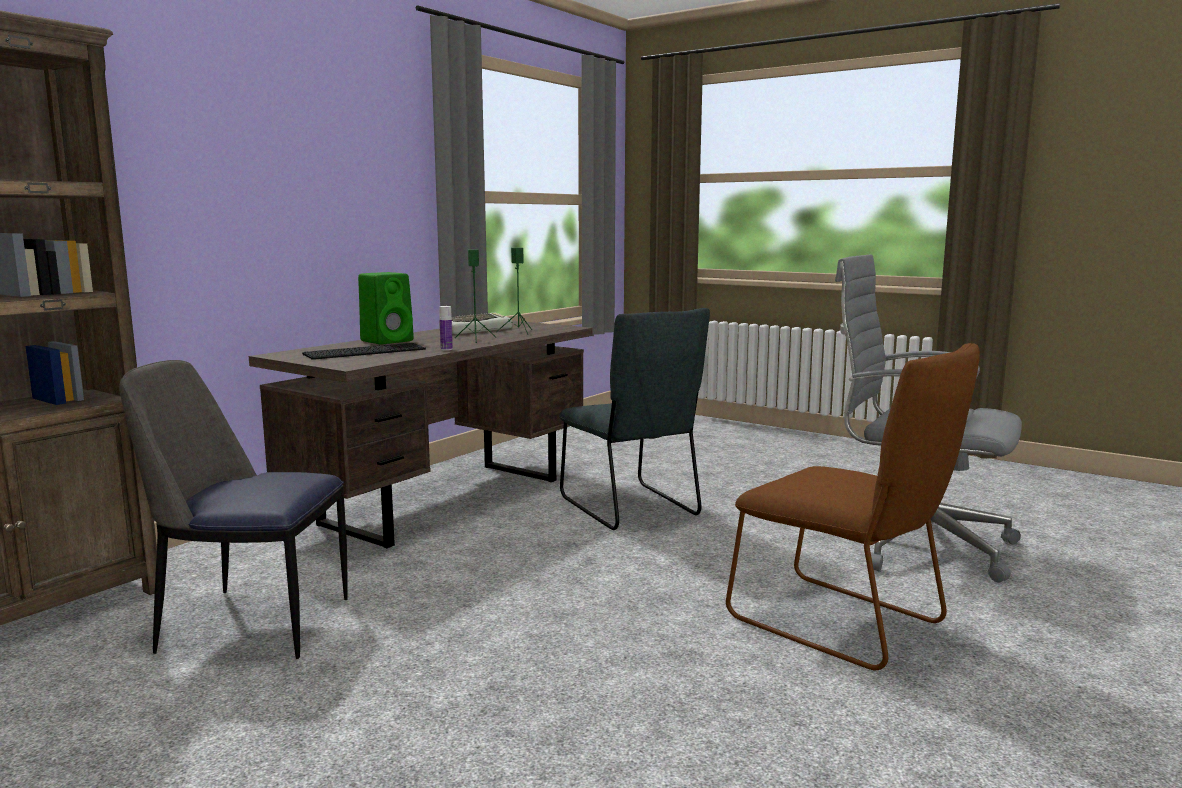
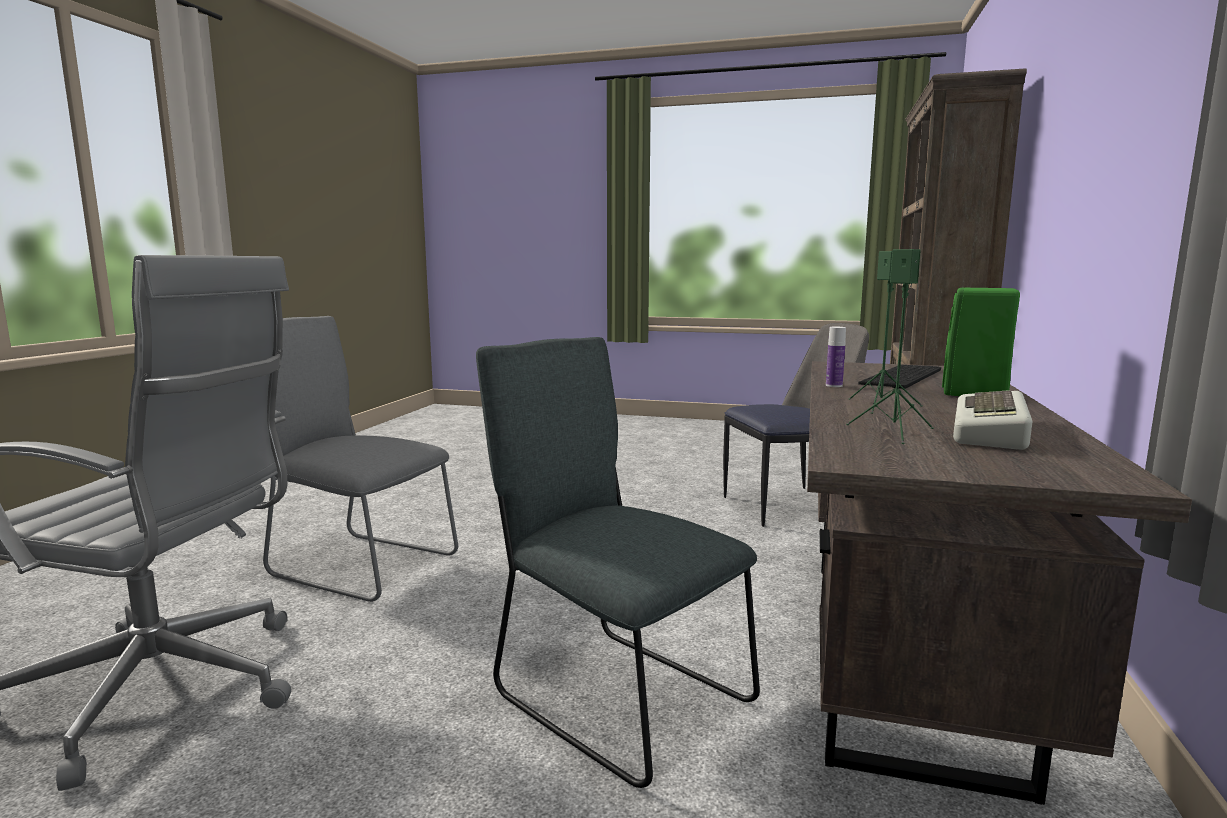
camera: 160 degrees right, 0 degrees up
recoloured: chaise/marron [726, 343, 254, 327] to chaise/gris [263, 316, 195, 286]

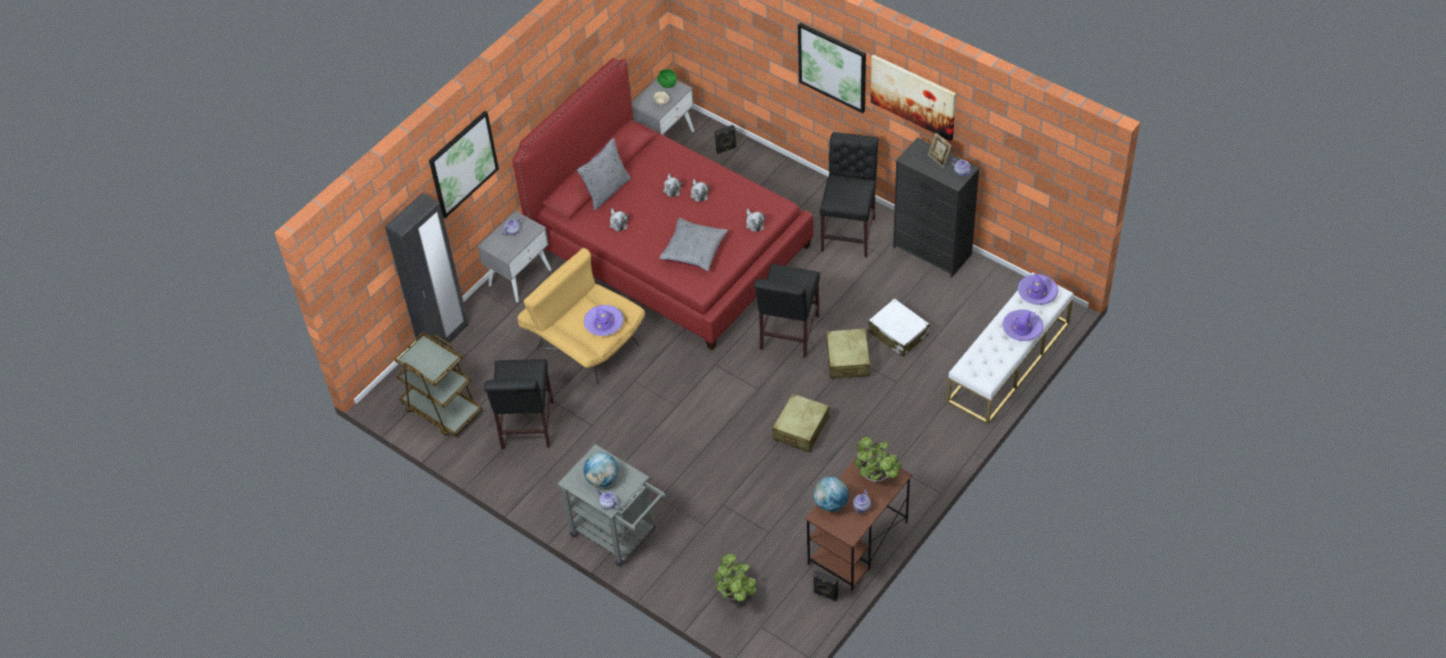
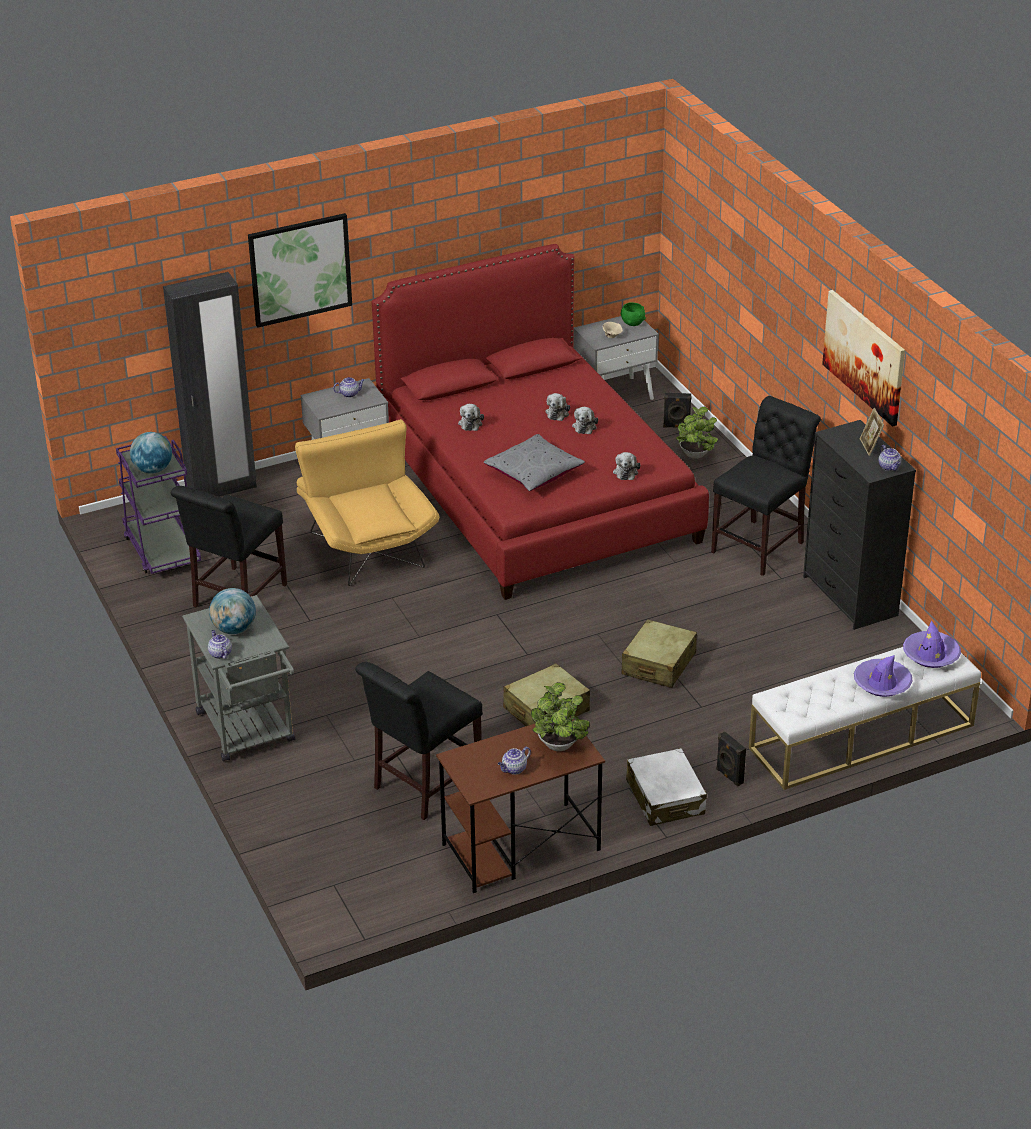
camera: 25 degrees right, 15 degrees down
removed: coussin/gris [577, 138, 54, 73]; chapeau/violet [584, 305, 40, 31]; tableau [798, 23, 68, 90]
moved: plante en pot [714, 553, 42, 49] to [676, 407, 42, 52]; chaise/noir [754, 264, 66, 94] to [355, 662, 128, 158]; enceinte/noir [813, 570, 25, 31] to [716, 731, 30, 55]; globe [814, 476, 35, 36] to [130, 432, 42, 42]; valise/blanc [868, 298, 62, 59] to [626, 748, 81, 78]
recoloured: chariot/marron [394, 332, 88, 104] to chariot/violet [116, 436, 85, 138]

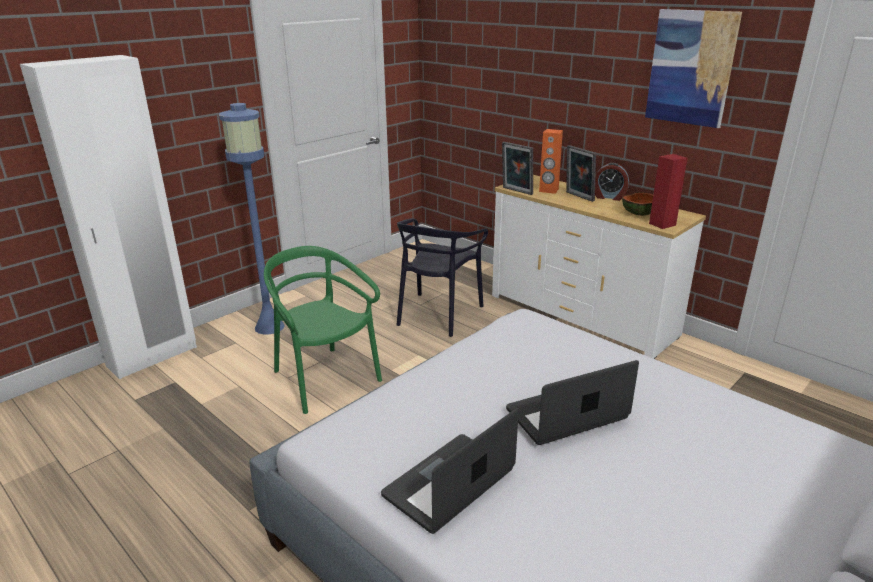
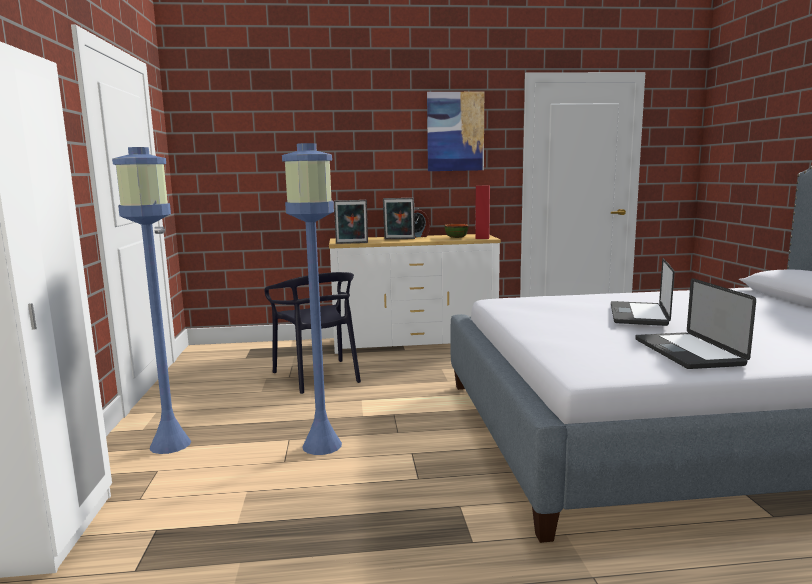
camera: 50 degrees left, 15 degrees down
removed: enceinte/orange [539, 129, 24, 65]
replaced: chaise/vert [264, 246, 118, 168] to lampadaire/bleu [282, 143, 60, 312]

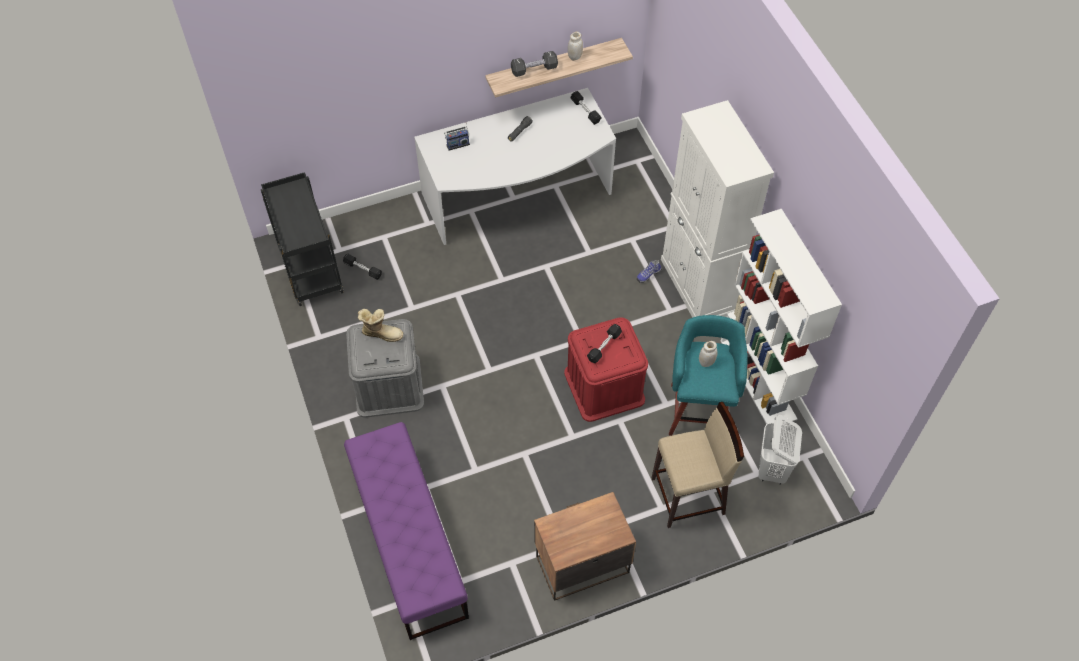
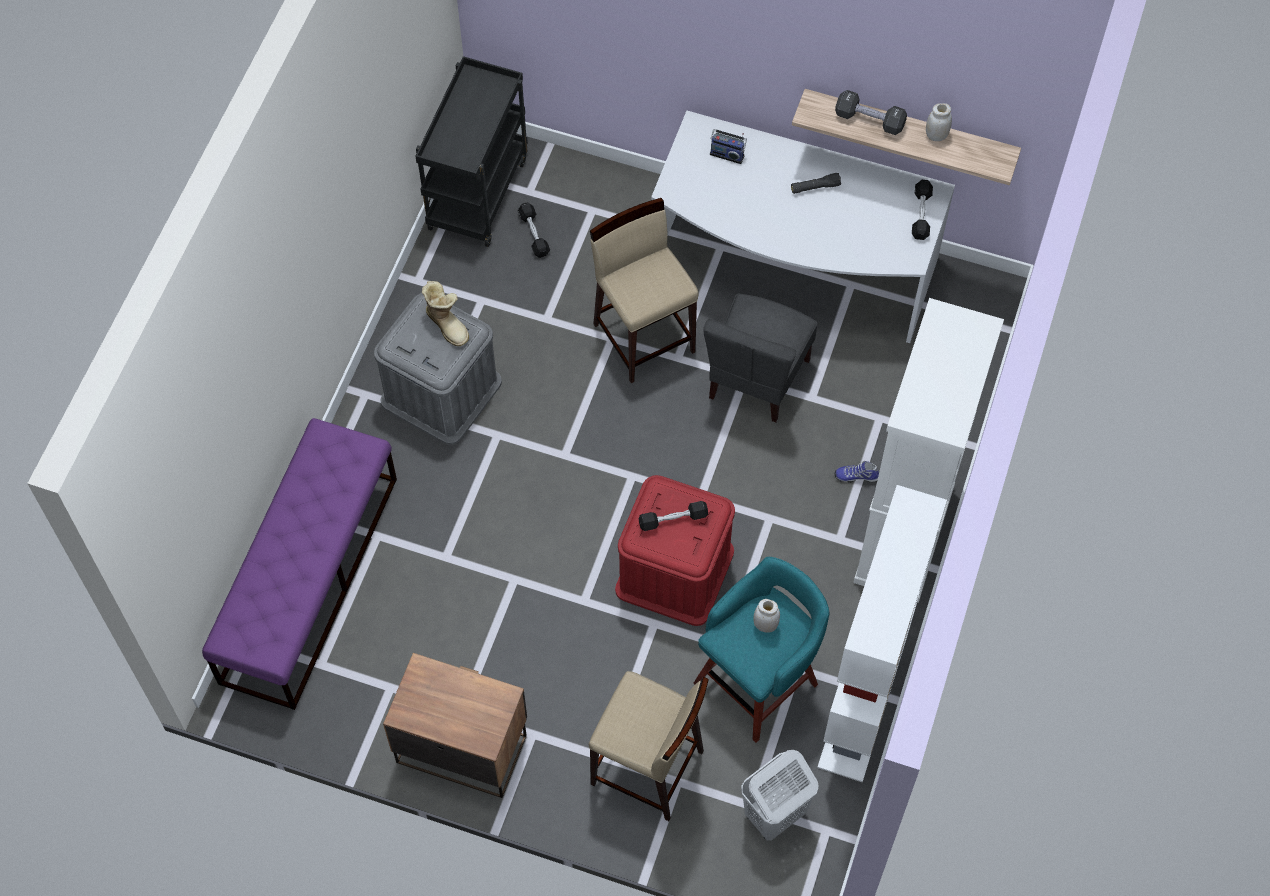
camera: 40 degrees right, 5 degrees up
added: tabouret/beige [590, 198, 108, 185]; chaise/gris [703, 294, 114, 128]

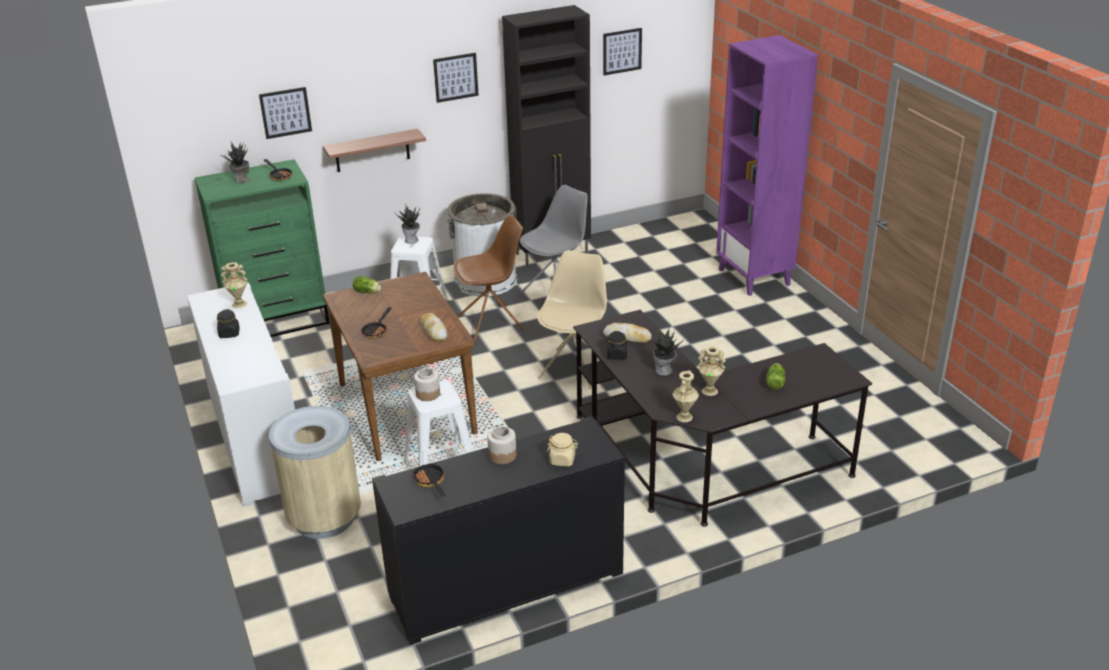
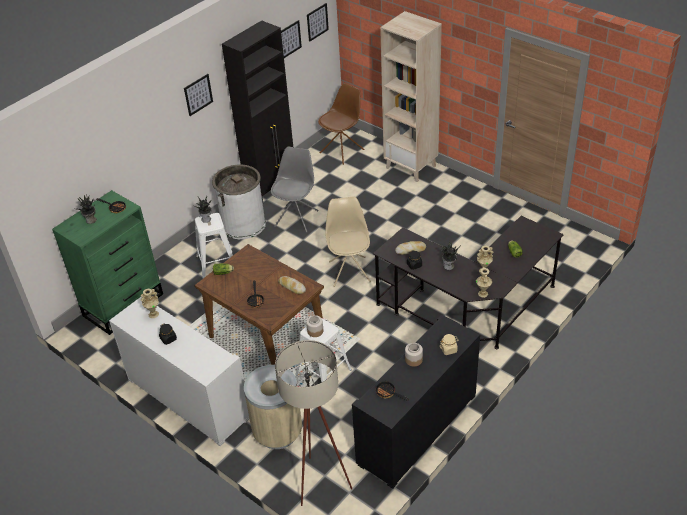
camera: 25 degrees left, 10 degrees up
removed: étagère [323, 129, 103, 43]
added: lampadaire/beige [275, 340, 78, 166]
moved: tableau [259, 87, 53, 52] to [307, 3, 22, 39]; chaise/marron [454, 215, 70, 126] to [318, 83, 47, 82]
recoloured: bibliothèque/violet [716, 35, 102, 261] to bibliothèque/beige [380, 11, 62, 171]

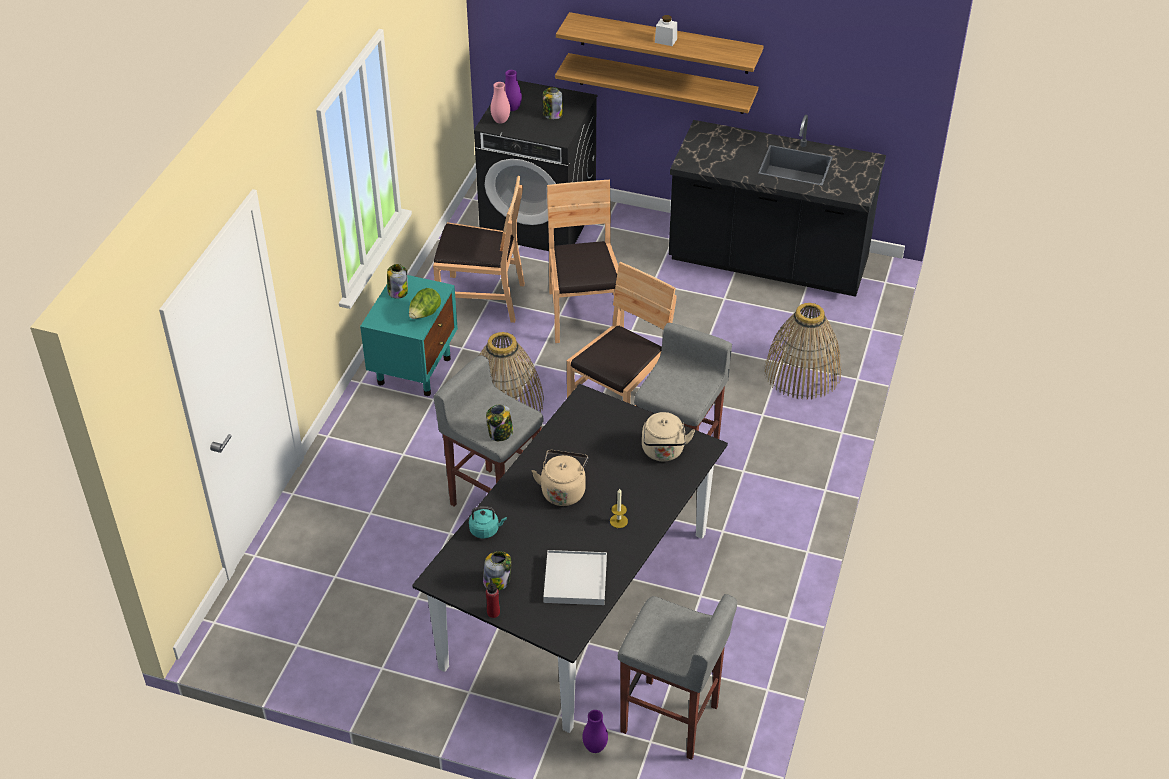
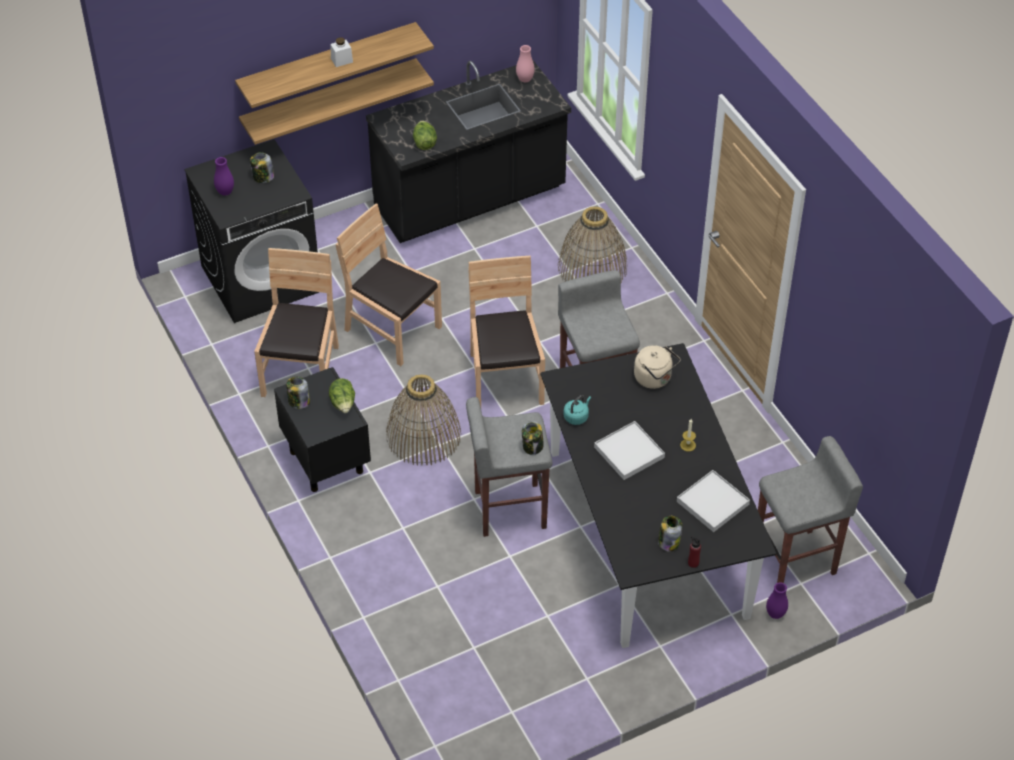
camera: 45 degrees left, 5 degrees up
added: laitue [413, 120, 24, 30]
moved: bouilloire/turquoise [469, 506, 38, 33] to [564, 395, 27, 30]; vase/rose [490, 82, 20, 41] to [516, 45, 19, 37]
replaced: bouilloire/beige [532, 450, 56, 56] to plateau/blanc [594, 421, 71, 59]
recoloured: table de chevet/turquoise [360, 275, 98, 121] to table de chevet/noir [274, 367, 97, 125]
turned: chaise/marron [433, 176, 92, 147] = [255, 248, 84, 149] 45 degrees counterclockwise

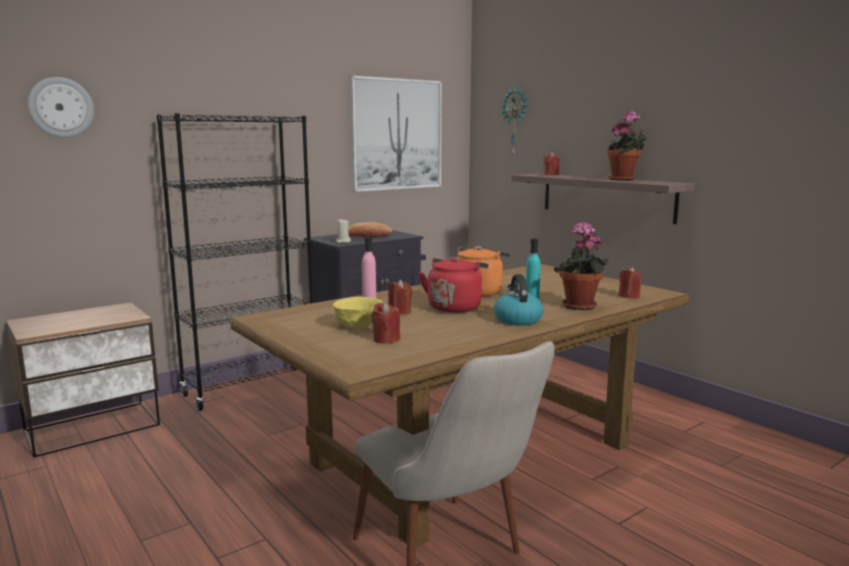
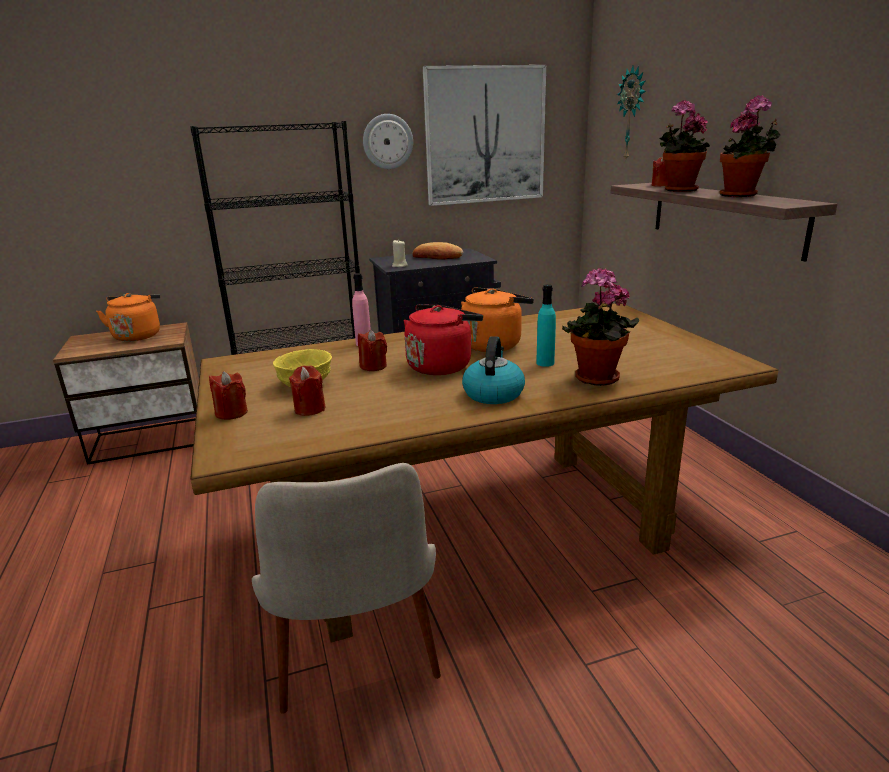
camera: 20 degrees right, 10 degrees up
added: bouilloire/orange [96, 293, 64, 49]; plante en pot [659, 100, 51, 92]
moved: horloge murale [28, 77, 66, 61] to [363, 114, 50, 55]; bougie/rouge [619, 267, 23, 32] to [209, 371, 39, 49]

